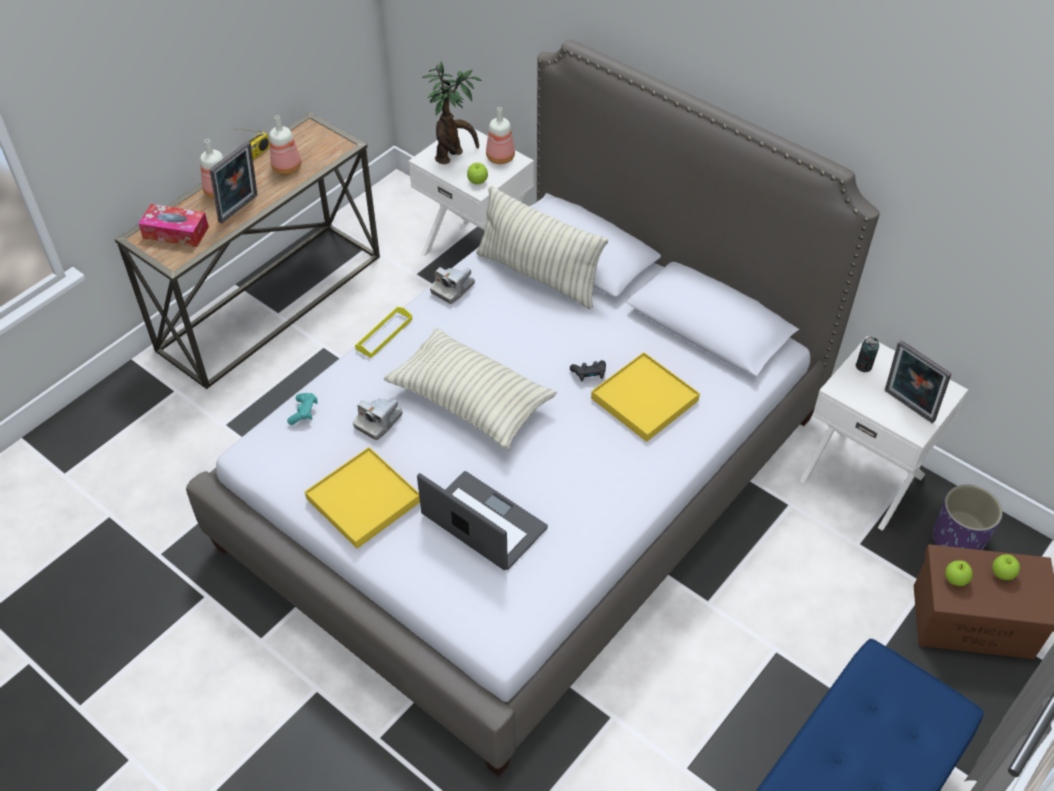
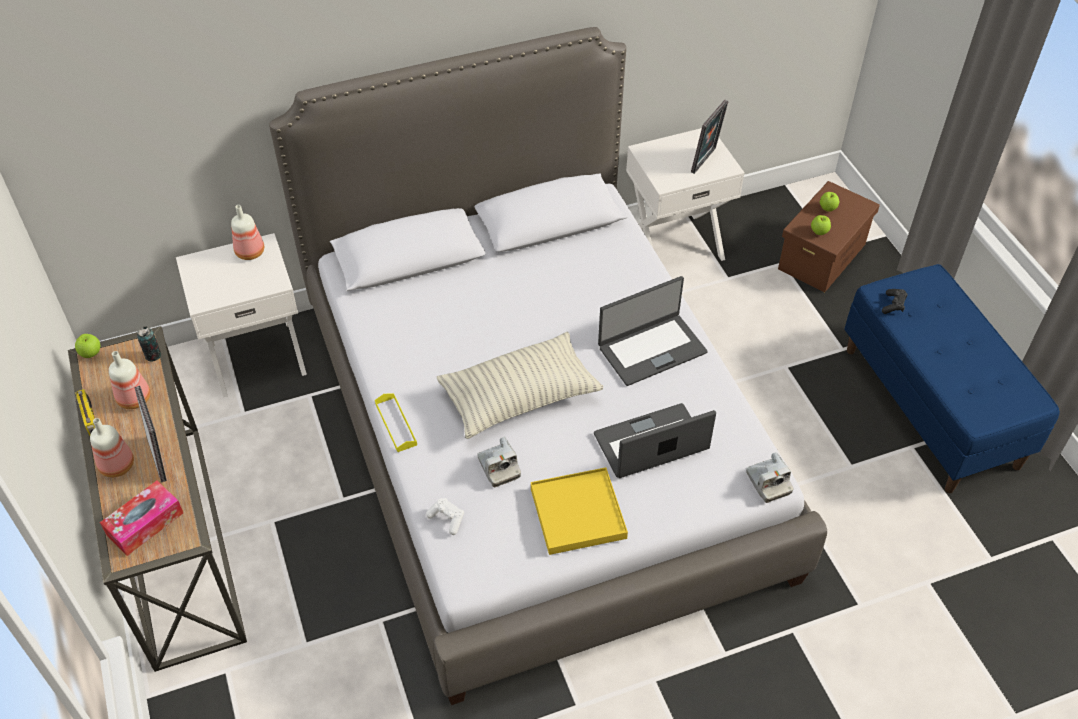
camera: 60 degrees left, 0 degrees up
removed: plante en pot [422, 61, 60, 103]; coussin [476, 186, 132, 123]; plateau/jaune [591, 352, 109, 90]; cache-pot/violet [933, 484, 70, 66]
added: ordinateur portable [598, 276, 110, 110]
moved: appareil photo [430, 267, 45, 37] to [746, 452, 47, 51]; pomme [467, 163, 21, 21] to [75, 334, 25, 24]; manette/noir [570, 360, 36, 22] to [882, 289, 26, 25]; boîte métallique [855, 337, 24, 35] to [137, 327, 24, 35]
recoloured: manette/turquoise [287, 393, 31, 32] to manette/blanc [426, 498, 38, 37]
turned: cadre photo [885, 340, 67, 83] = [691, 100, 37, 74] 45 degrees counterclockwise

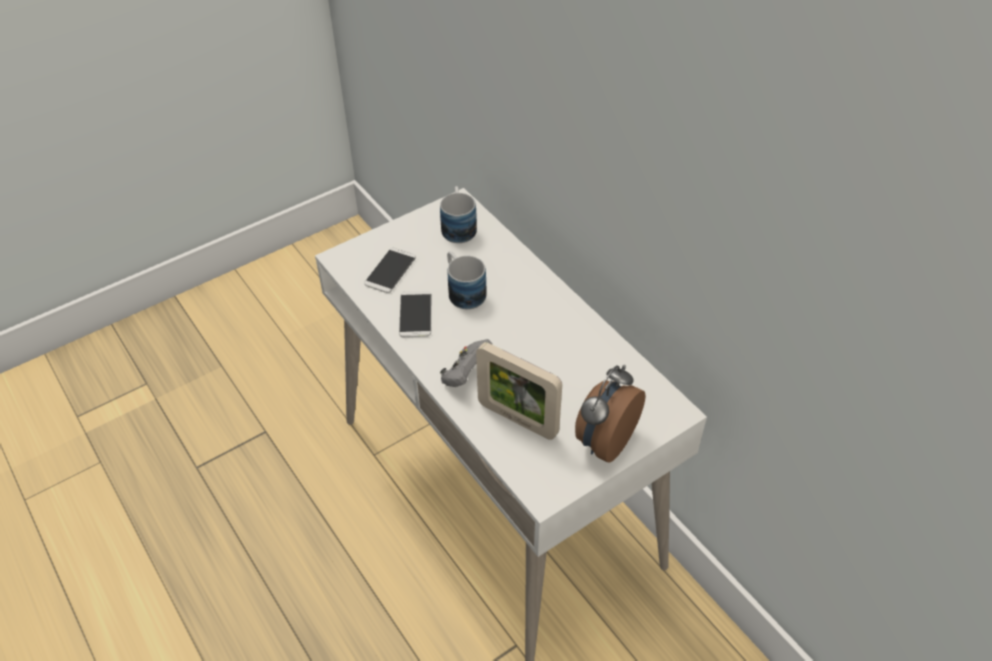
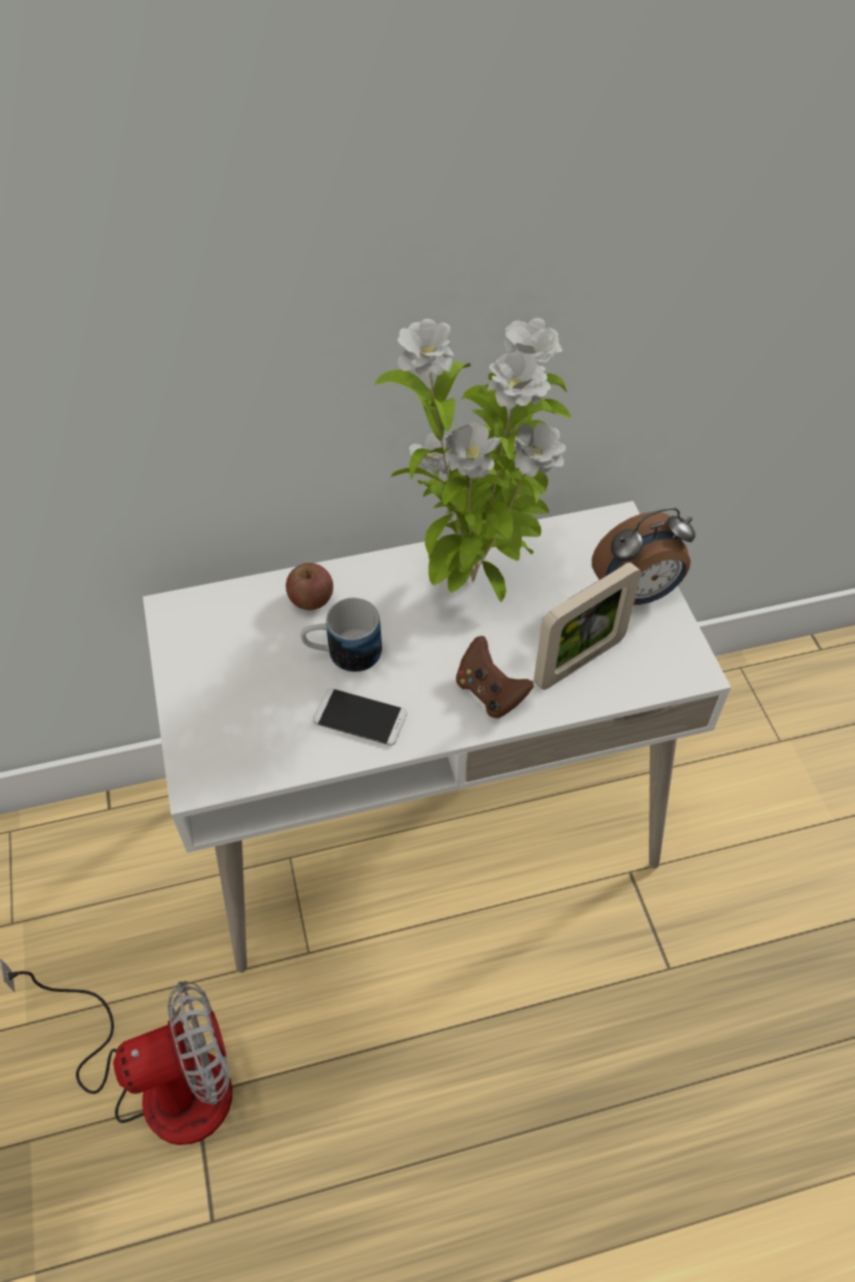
camera: 70 degrees left, 5 degrees up
removed: téléphone [364, 248, 52, 45]; mug [440, 186, 37, 57]
added: ventilateur [0, 959, 232, 186]; pomme [286, 563, 47, 47]; plante en pot [375, 318, 196, 284]
recoloured: manette/gris [440, 339, 53, 48] to manette/marron [456, 636, 78, 82]
turned: réveil [575, 365, 71, 98] = [592, 507, 103, 98] 75 degrees counterclockwise

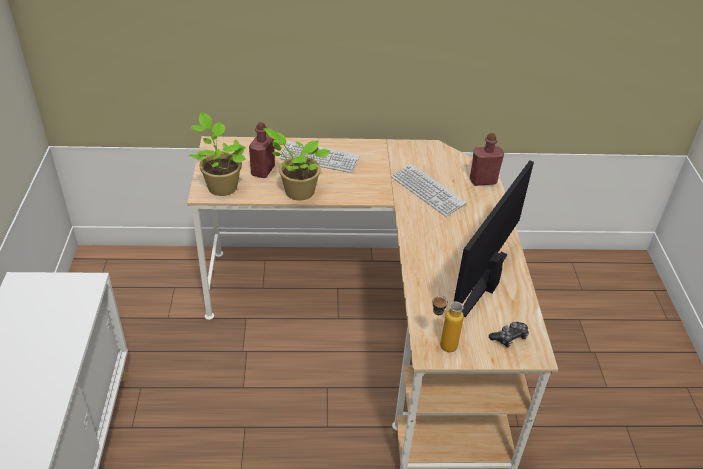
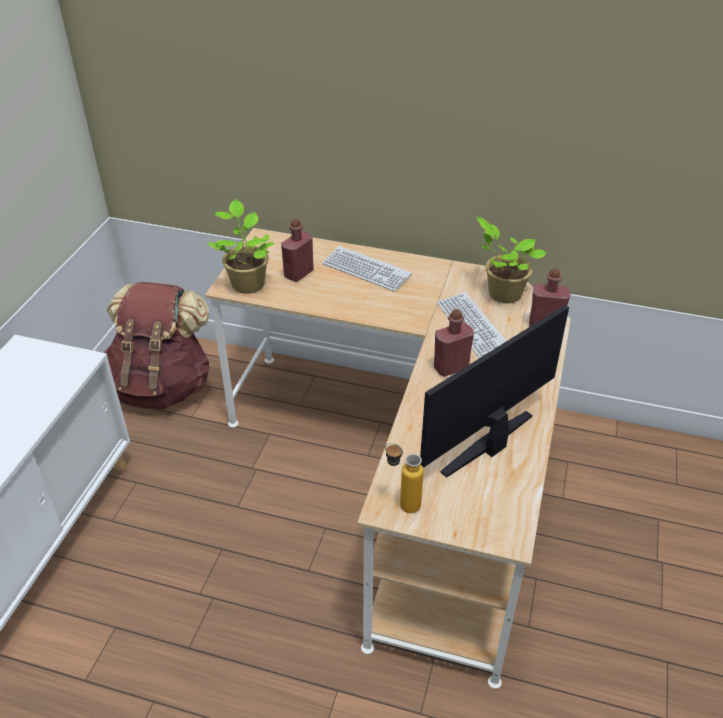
camera: 20 degrees right, 0 degrees up
removed: manette [489, 322, 40, 25]
added: sac à dos/marron [103, 282, 108, 127]; bouteille/rouge [434, 309, 40, 68]
moved: plante en pot [264, 128, 66, 73] to [476, 217, 71, 86]

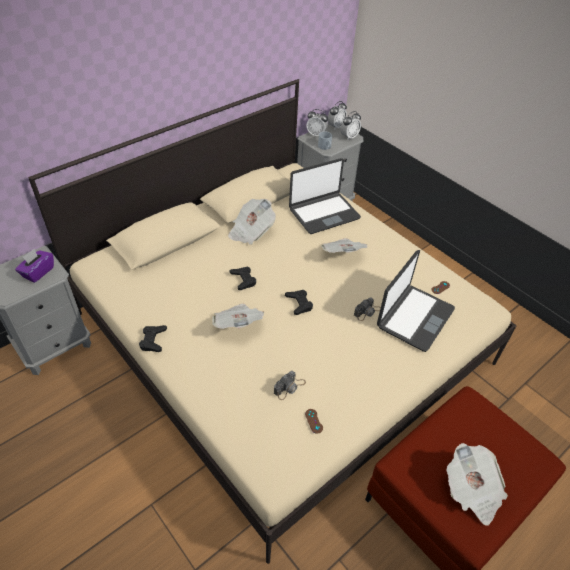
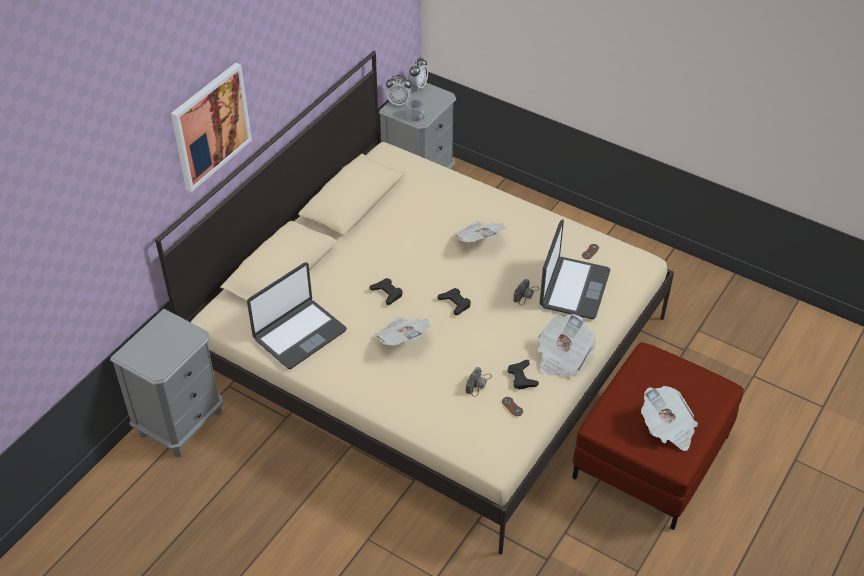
camera: 15 degrees left, 0 degrees up
removed: boîte à mouchoirs/violet [15, 249, 39, 34]; réveil [340, 111, 21, 30]
added: tableau [171, 63, 81, 129]
moved: manette/noir [139, 325, 28, 27] to [508, 360, 31, 30]; journal [228, 199, 48, 46] to [538, 314, 58, 63]; ordinateur portable [289, 158, 72, 76] to [247, 262, 100, 107]

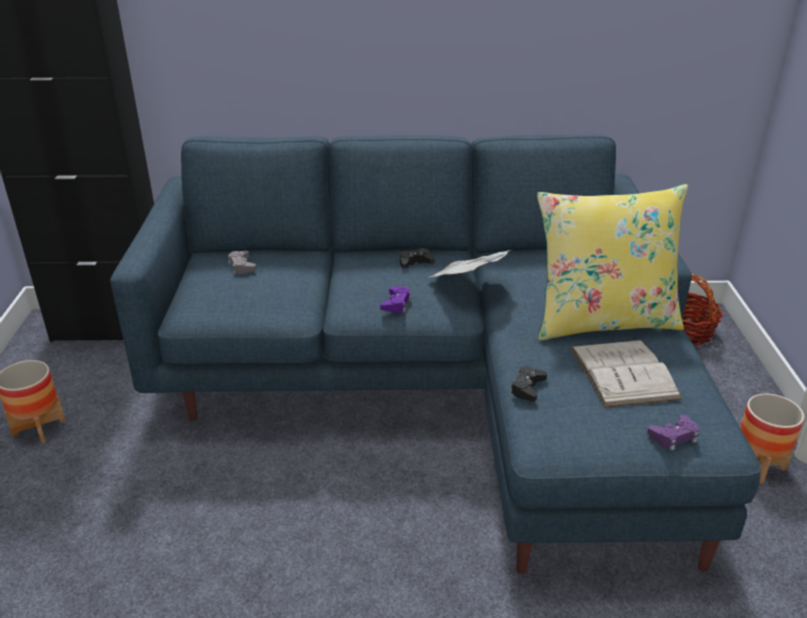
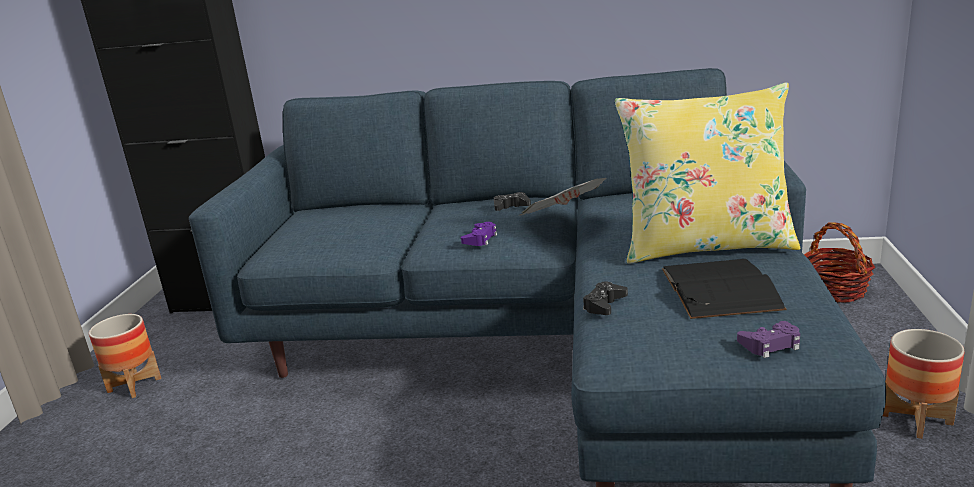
camera: 10 degrees right, 10 degrees down
removed: manette/gris [228, 251, 28, 23]
recoloured: livre/blanc [570, 340, 112, 67] to livre/noir [662, 259, 125, 60]

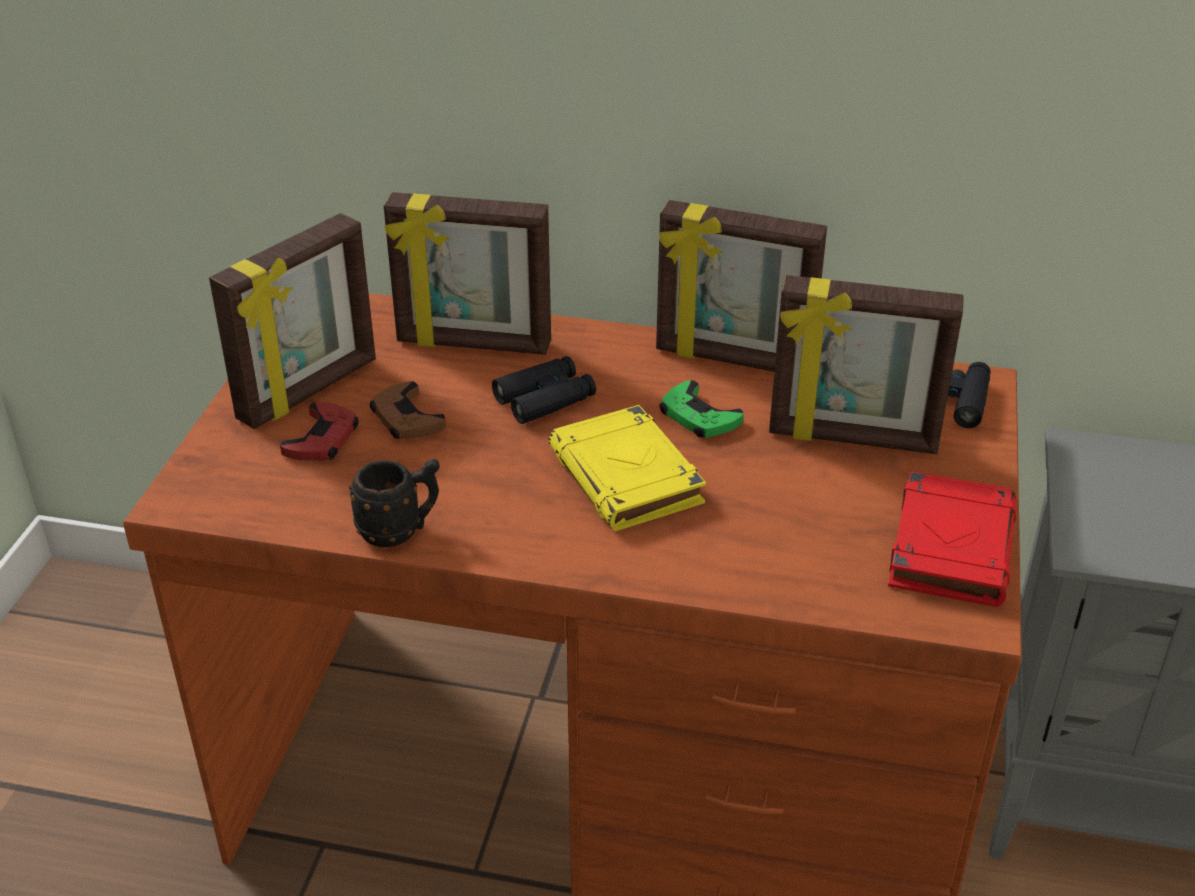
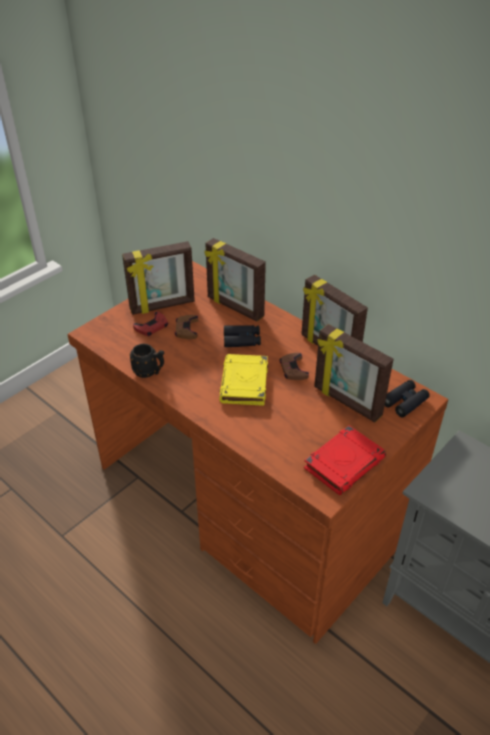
camera: 30 degrees right, 5 degrees up
recoloured: manette/vert [659, 380, 85, 58] to manette/marron [279, 353, 30, 27]

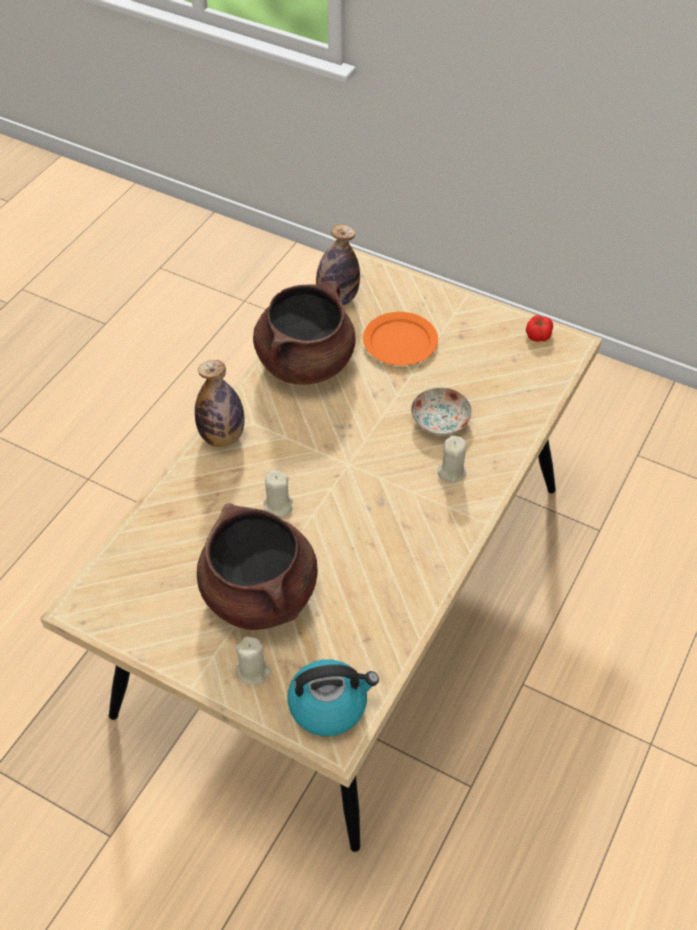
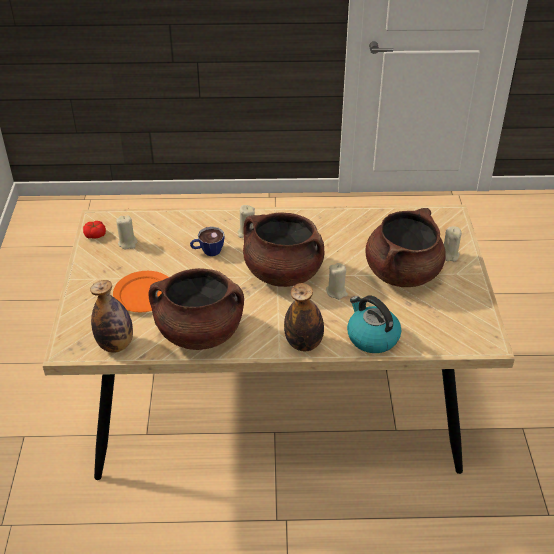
camera: 120 degrees left, 10 degrees down
added: bougie/beige [116, 215, 21, 35]; marmite/marron [243, 212, 81, 75]
moved: bouilloire [287, 659, 92, 77] to [347, 296, 54, 57]
replaced: assiette [411, 387, 61, 48] to tasse [190, 227, 34, 29]

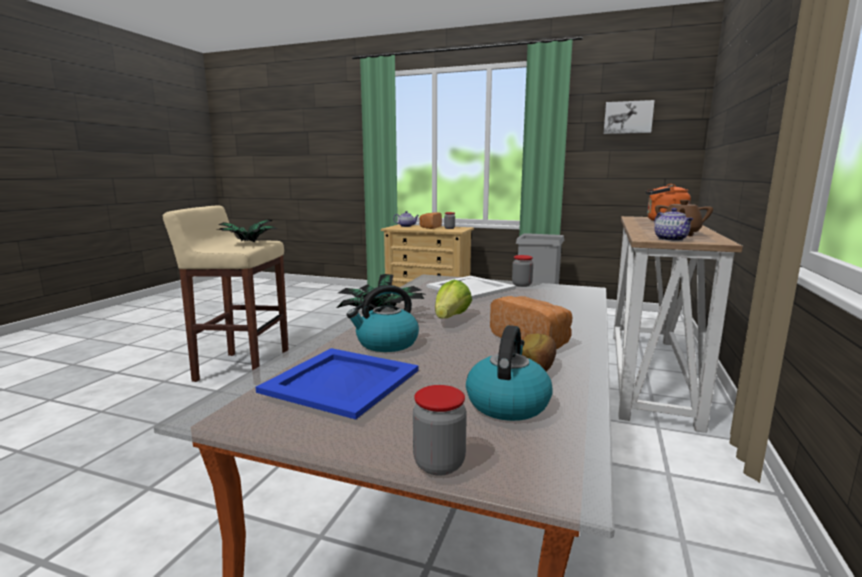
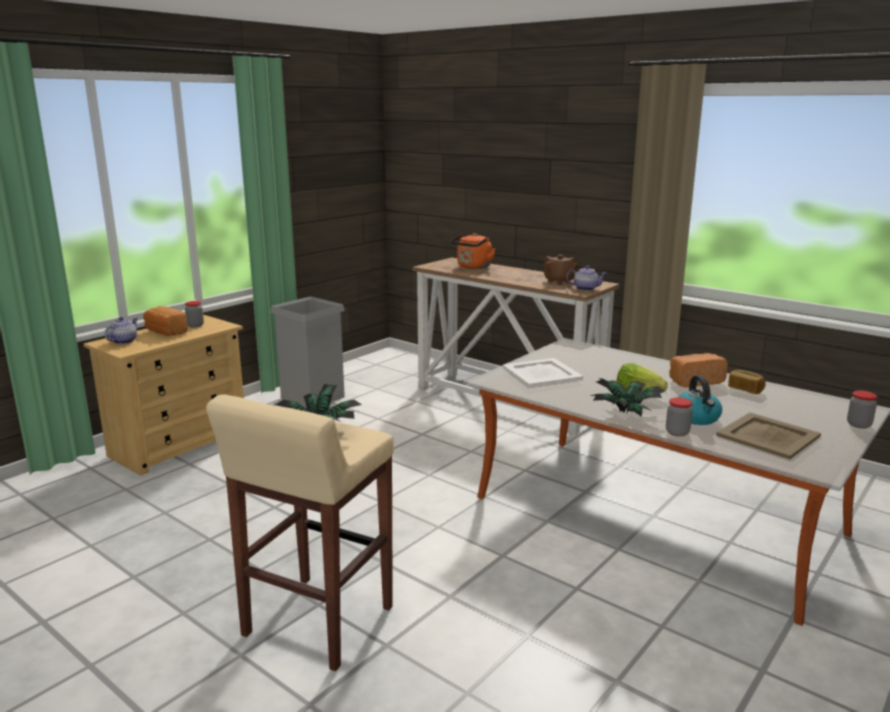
camera: 70 degrees left, 5 degrees up
removed: bouilloire [466, 325, 87, 96]; tableau [604, 100, 51, 34]
moved: bocal [512, 255, 21, 32] to [666, 397, 27, 40]
recoloured: plateau/bleu [256, 348, 163, 72] to plateau/beige [716, 413, 105, 46]

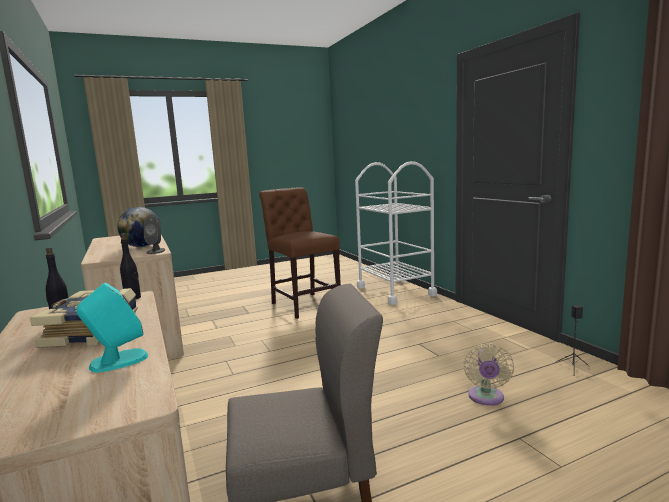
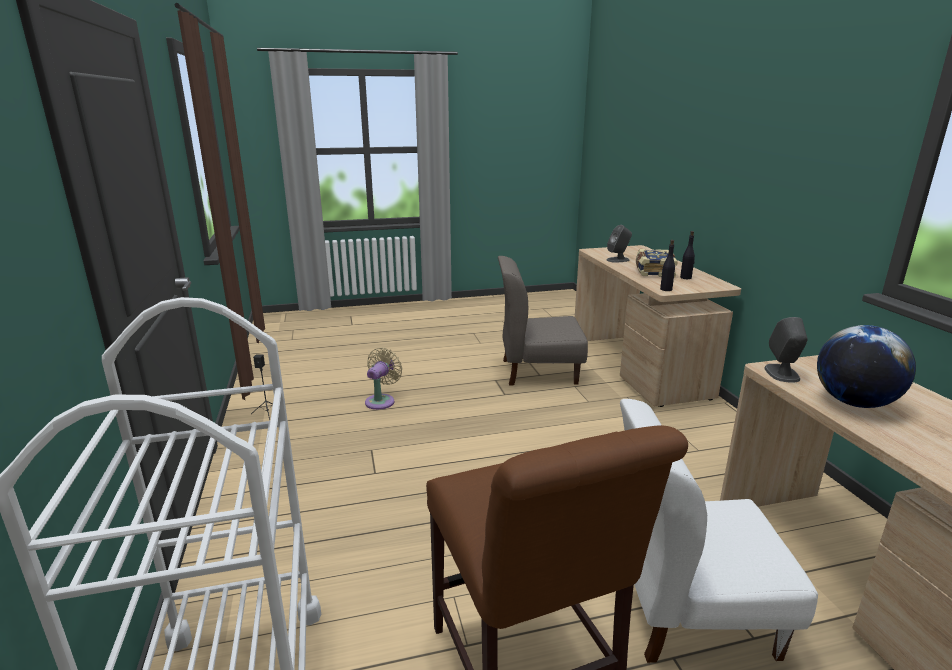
camera: 170 degrees left, 10 degrees up
added: chaise/blanc [620, 399, 198, 264]
recoloured: enceinte/turquoise [76, 283, 72, 89] to enceinte/gris [607, 225, 25, 38]

